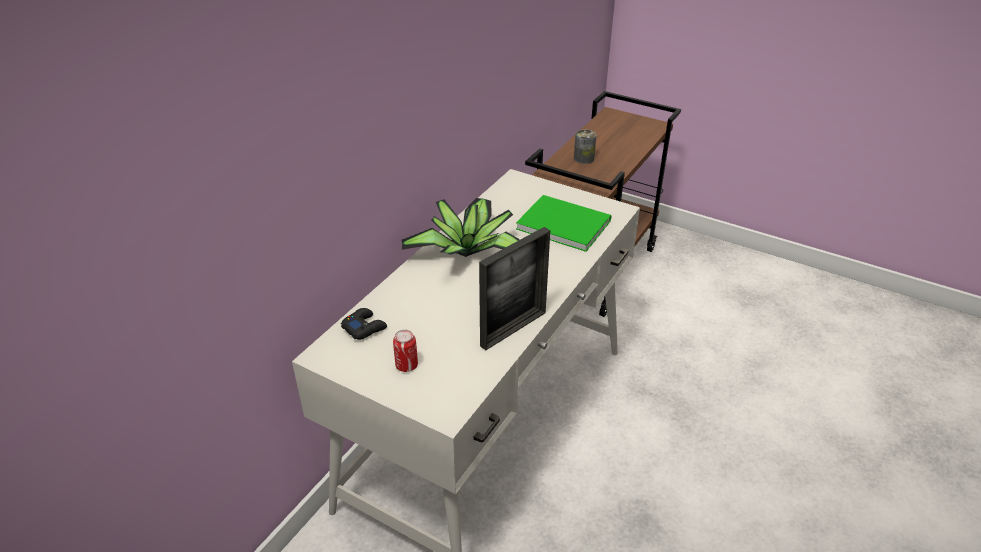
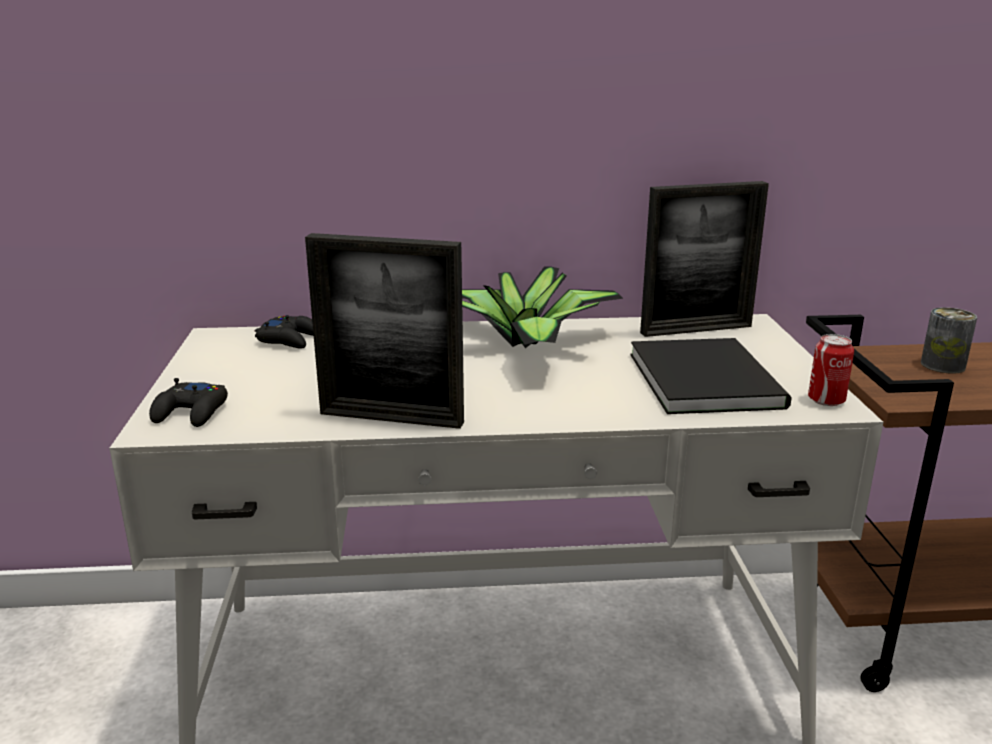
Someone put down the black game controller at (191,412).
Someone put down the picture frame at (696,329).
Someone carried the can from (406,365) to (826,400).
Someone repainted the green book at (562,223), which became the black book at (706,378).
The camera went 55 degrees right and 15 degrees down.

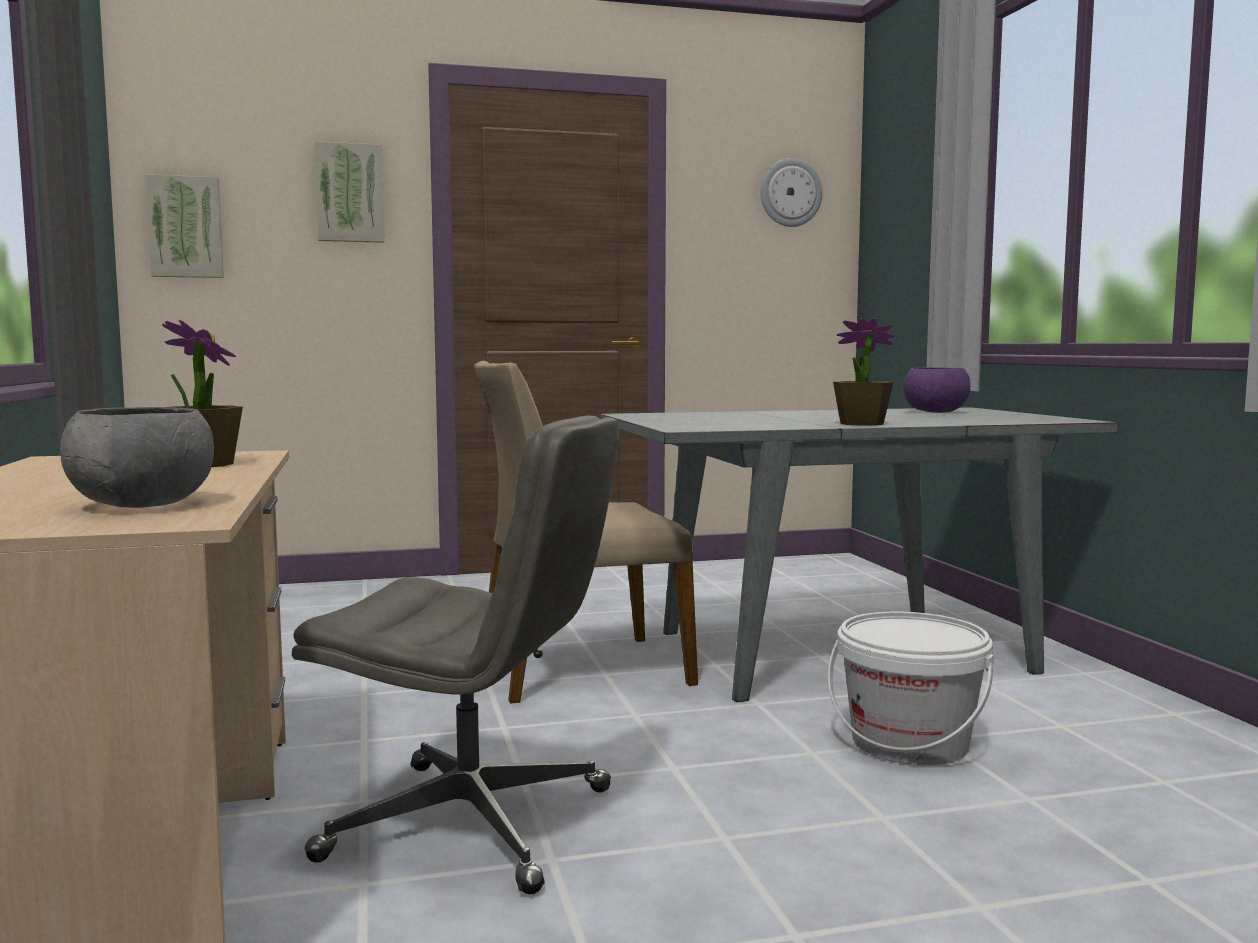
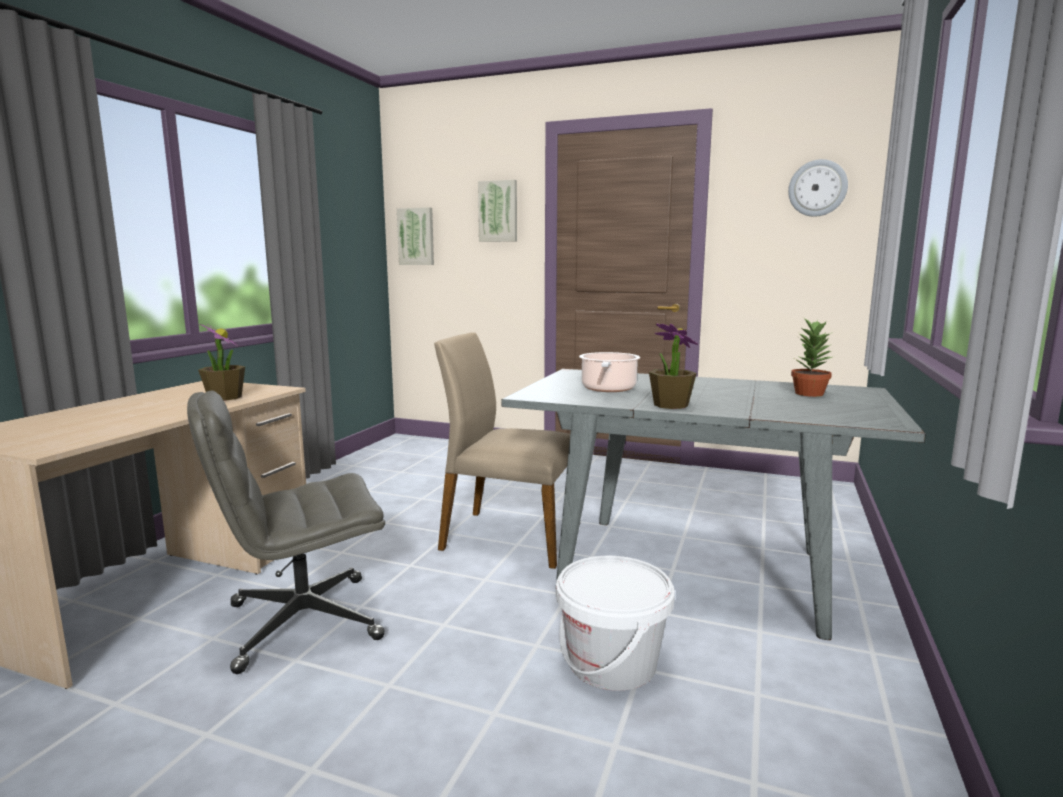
Someone took away the grey bowl at (141,505).
Someone put down the cooking pot at (608,389).
Someone swapped the purple bowl at (934,412) for the potted plant at (808,393).
Someone rotated the grey office chair at (474,824) by 105 degrees clockwise.
The camera went 35 degrees right and 5 degrees up.

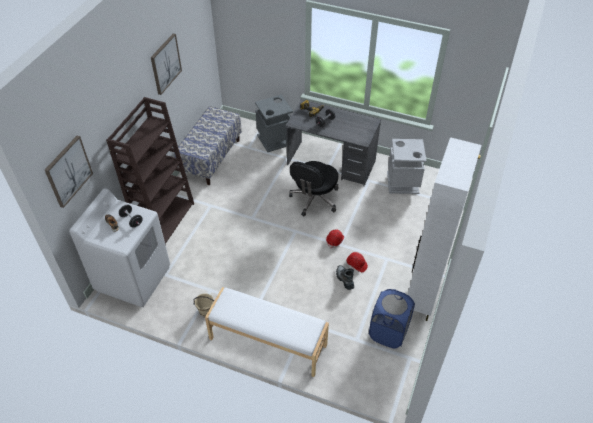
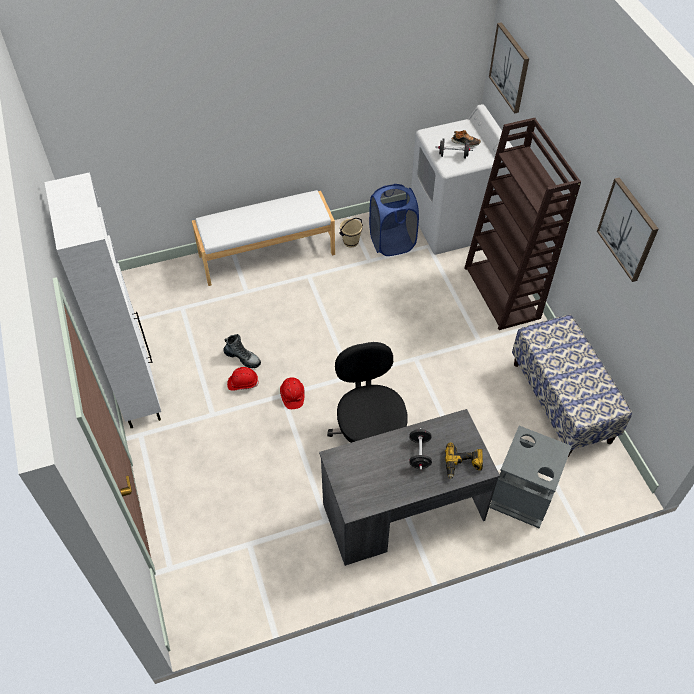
Someone took away the grey trash can at (403,183).
Someone carried the blue laundry basket from (388,333) to (392,242).
The camera went 140 degrees right and 5 degrees up.

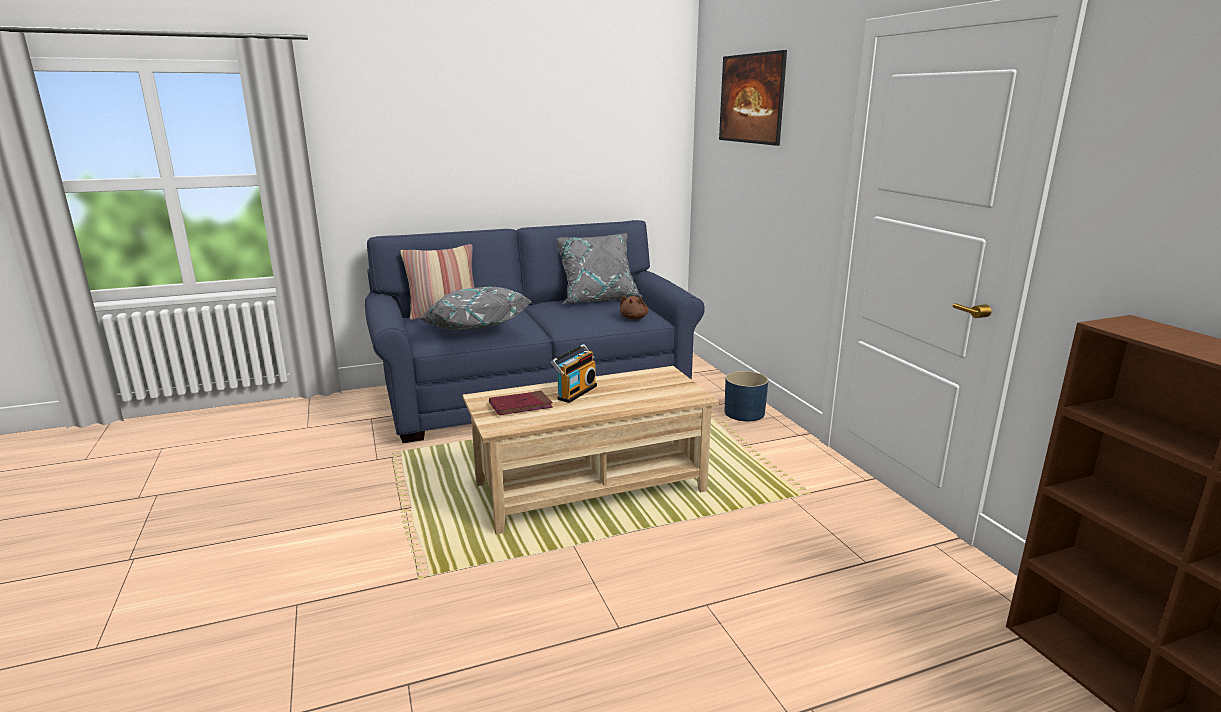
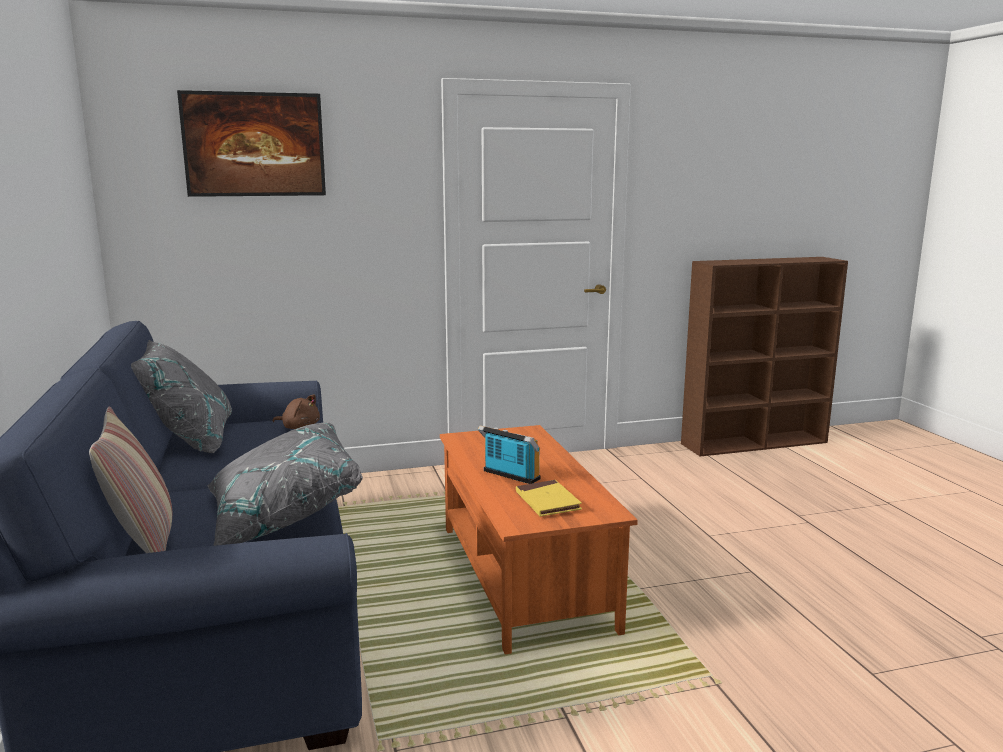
Someone took away the blue planter at (744,413).
Someone repainted the beige coffee table at (590,487), which became the orange coffee table at (523,576).
Someone repainted the red book at (520,406), which became the yellow book at (547,502).
The camera went 85 degrees left and 5 degrees down.

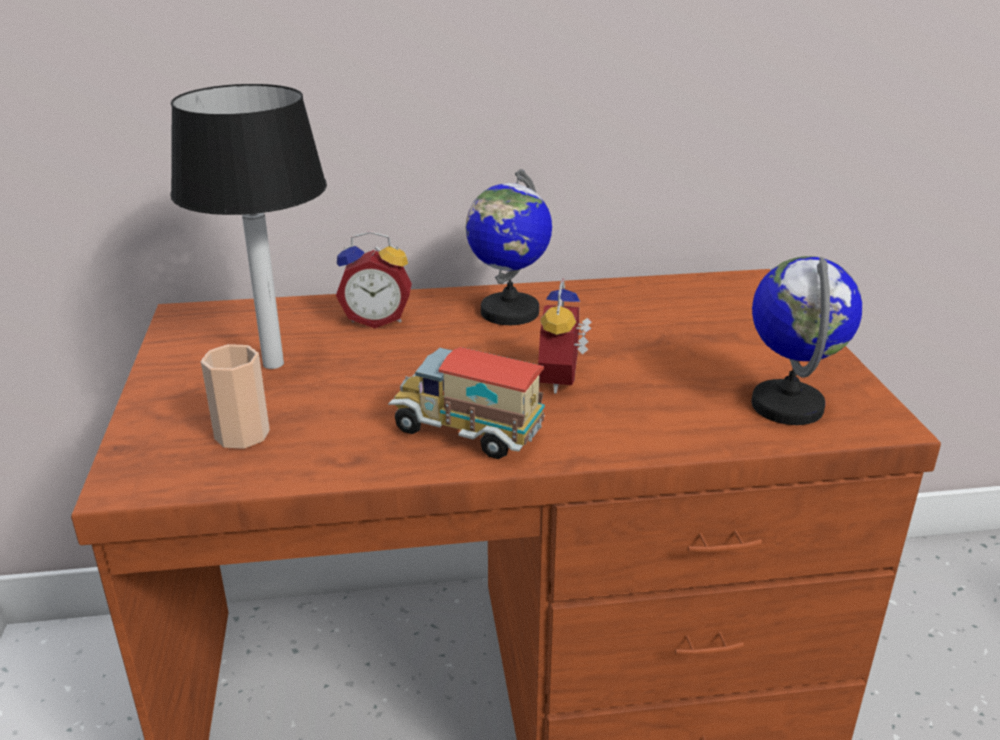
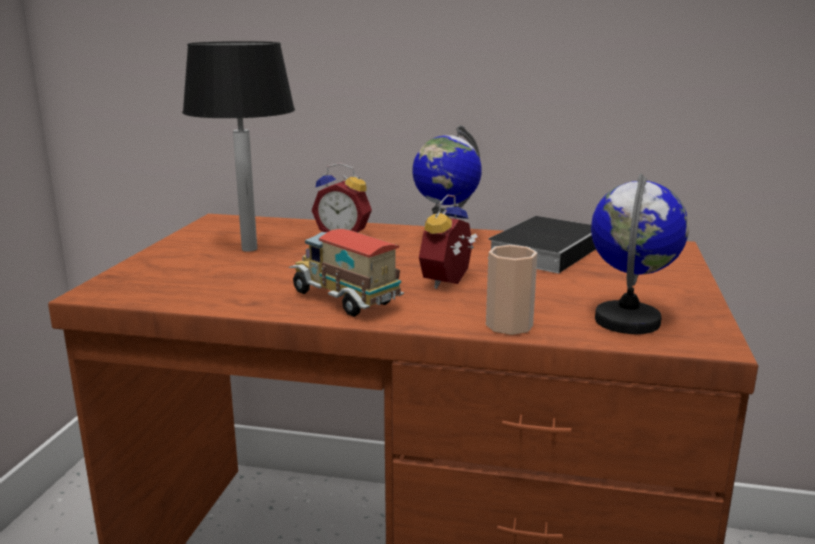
Someone put down the book at (546,250).
Someone carried the cup from (242,434) to (509,325).
The camera went 20 degrees right and 10 degrees down.

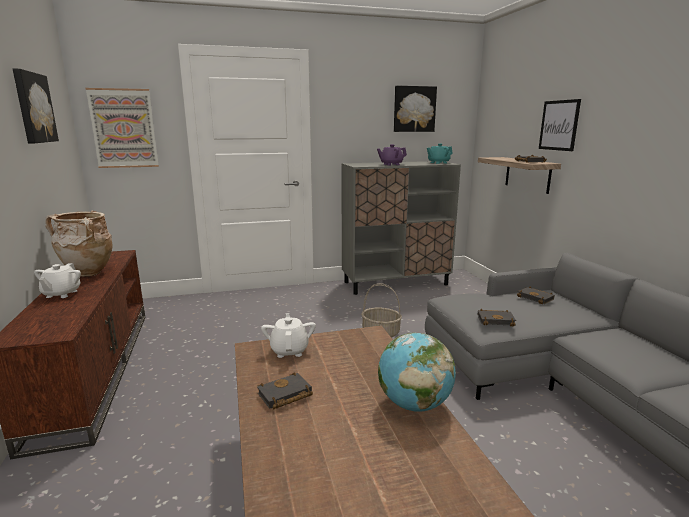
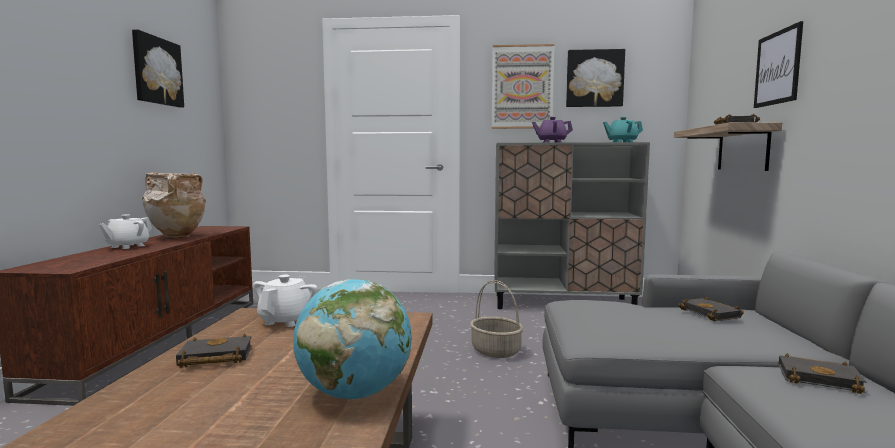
Someone carried the picture from (124,128) to (522,87).
Someone carried the black book from (496,320) to (820,378).
The camera went 20 degrees right and 10 degrees down.

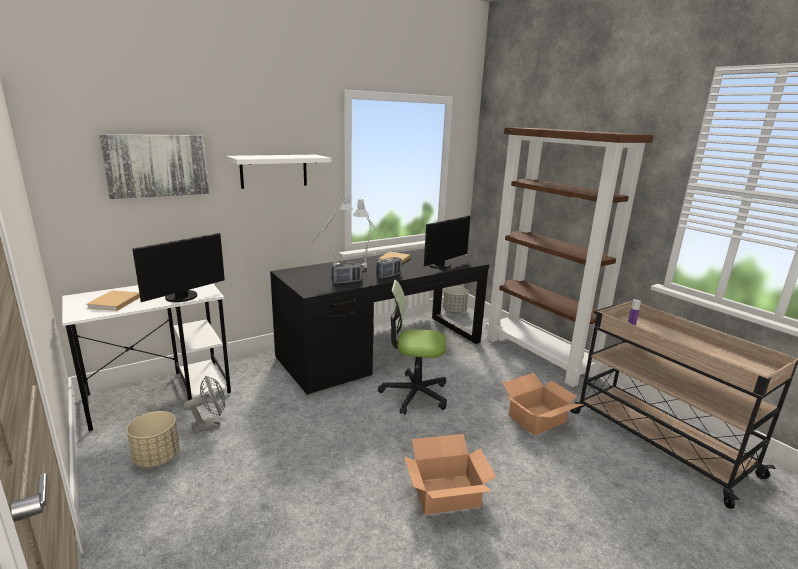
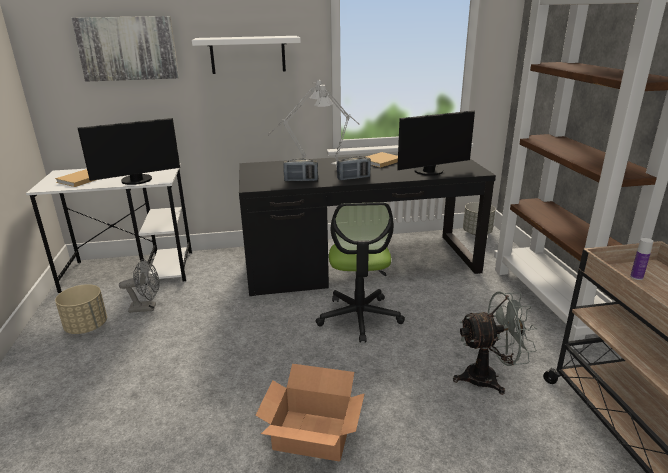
Someone swapped the cardboard box at (536,419) for the grey fan at (489,377).
Someone rotated the office chair at (414,394) by 120 degrees counterclockwise.
The camera went 25 degrees right and 5 degrees up.

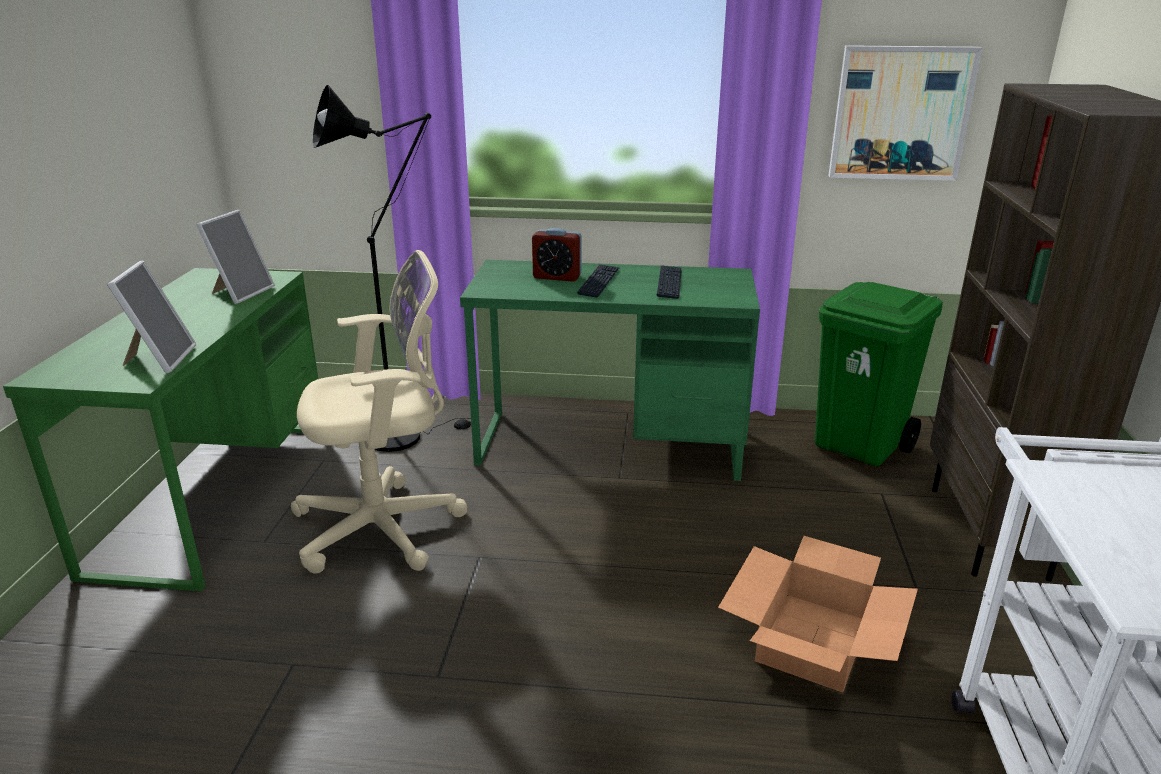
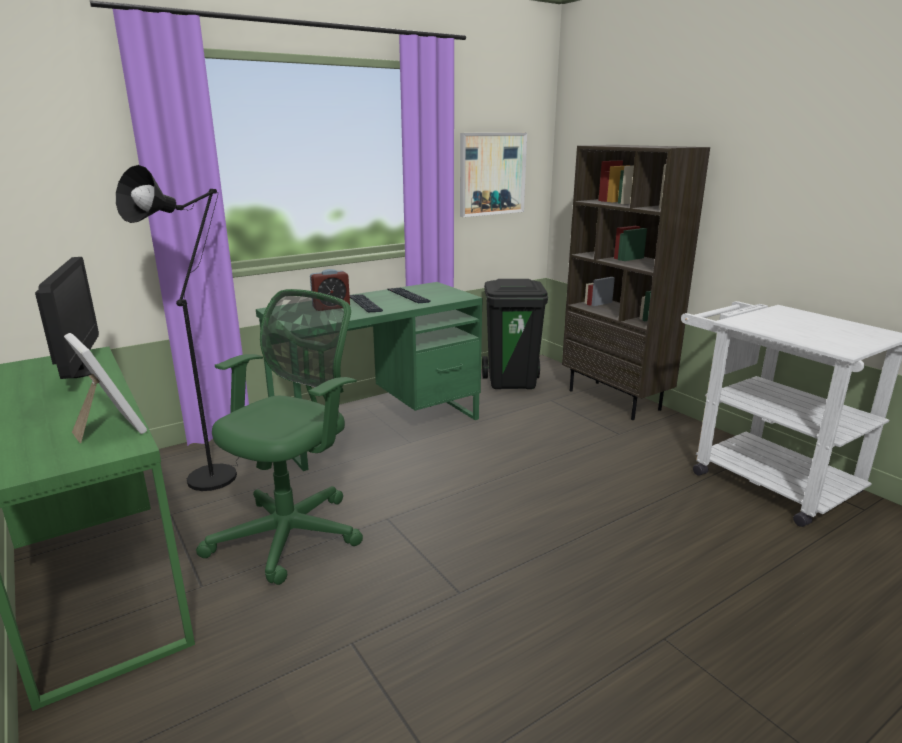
Someone took away the cardboard box at (812,640).
Someone swapped the picture frame at (241,293) for the monitor at (80,371).
Someone repainted the beige office chair at (386,527), which became the green office chair at (293,532).
Someone repainted the green trash can at (860,446), which became the black trash can at (512,382).
The camera went 40 degrees left and 5 degrees down.

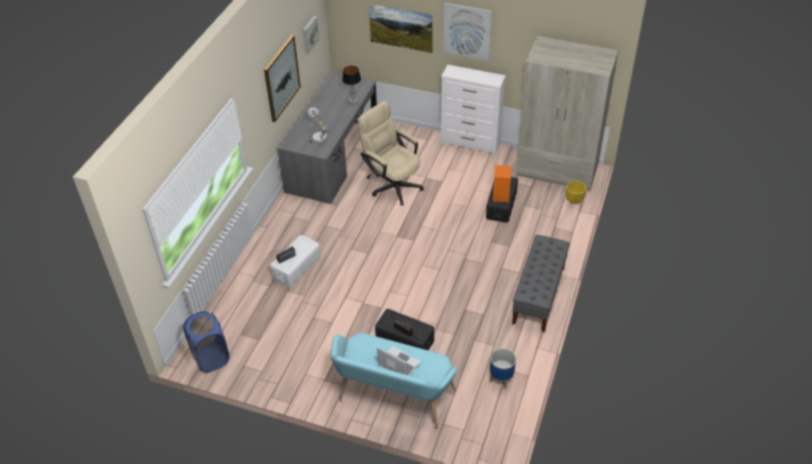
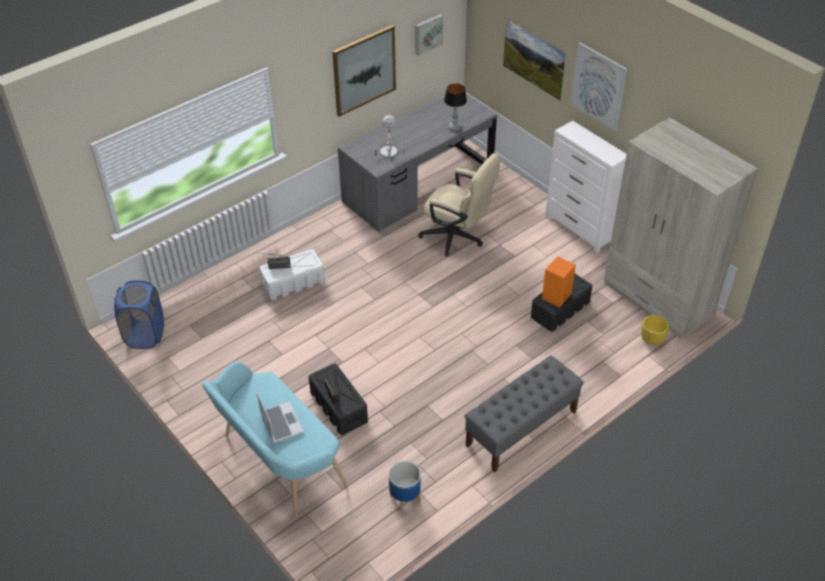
Someone rotated the beige office chair at (392,184) by 135 degrees clockwise.
The camera went 30 degrees right and 0 degrees up.

